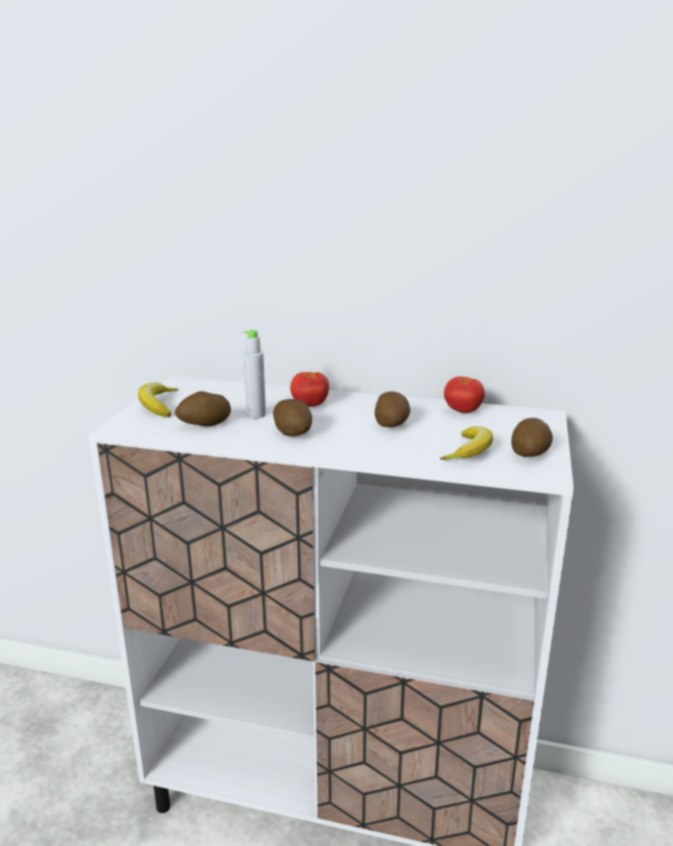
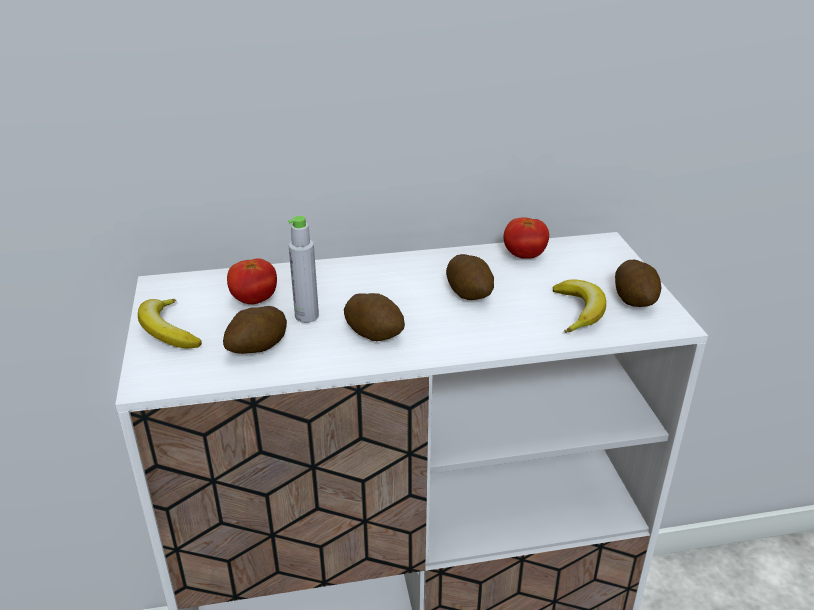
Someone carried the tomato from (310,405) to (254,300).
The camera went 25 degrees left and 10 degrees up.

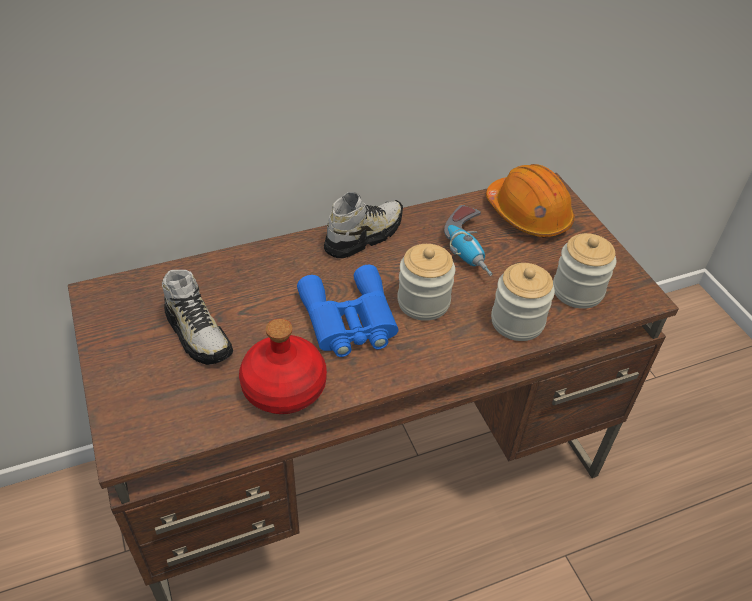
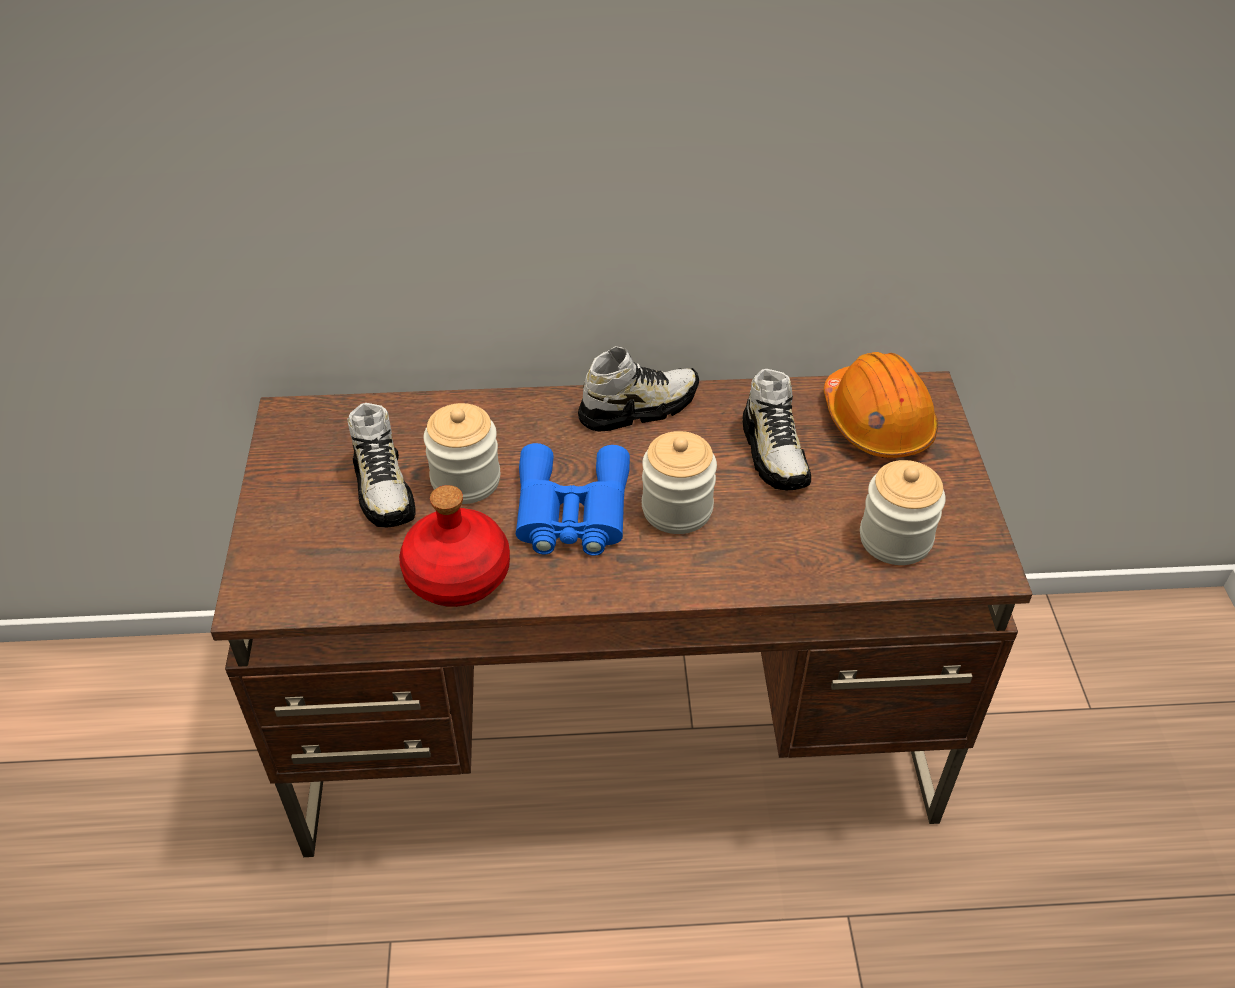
Someone carried the jar from (517,322) to (466,480).
Someone swapped the power drill at (471,249) for the shoe at (774,453).
The camera went 20 degrees right and 0 degrees up.

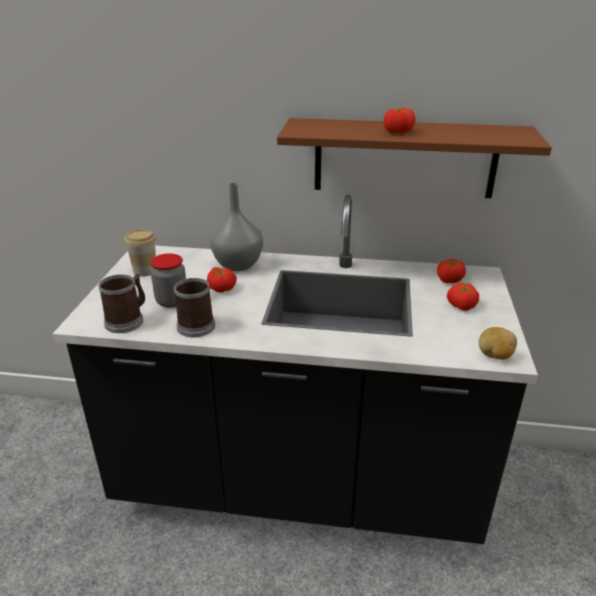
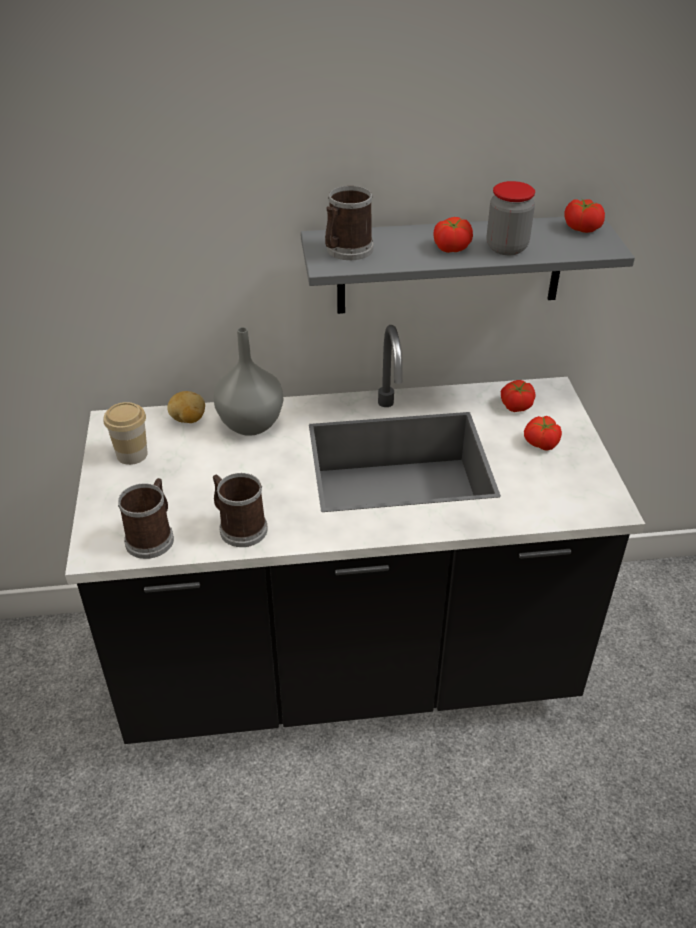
Someone put down the mug at (346,251).
Someone carried the jar from (172,301) to (506,248).
Someone carried the tomato from (222,288) to (582,227).
Someone carried the potato from (495,356) to (188,420).
Someone repainted the brown shelf at (404,158), which became the grey shelf at (450,265).
The camera went 15 degrees left and 10 degrees up.

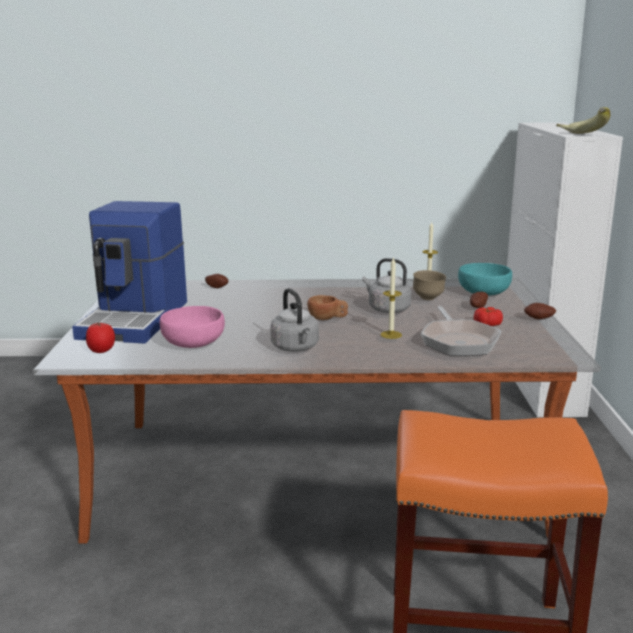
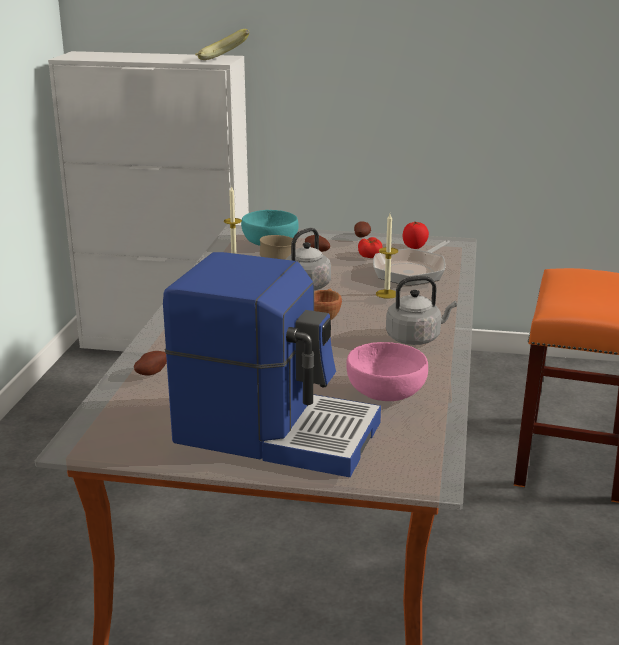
Someone carried the tomato from (102,351) to (415,247).
Someone rotated the frying pan at (458,341) by 120 degrees clockwise.
The camera went 80 degrees left and 5 degrees up.

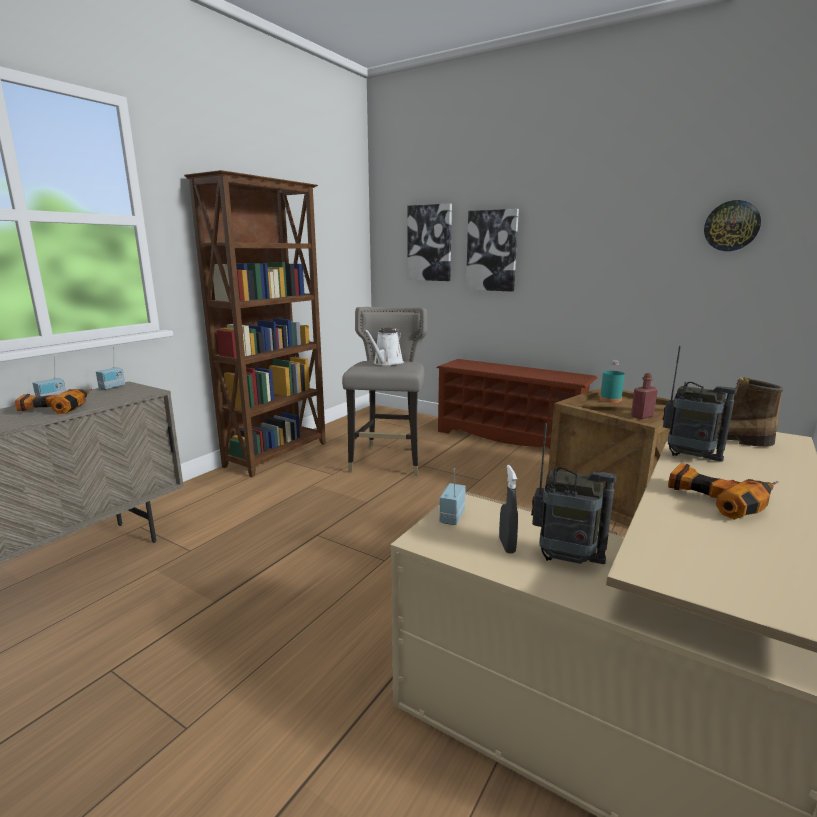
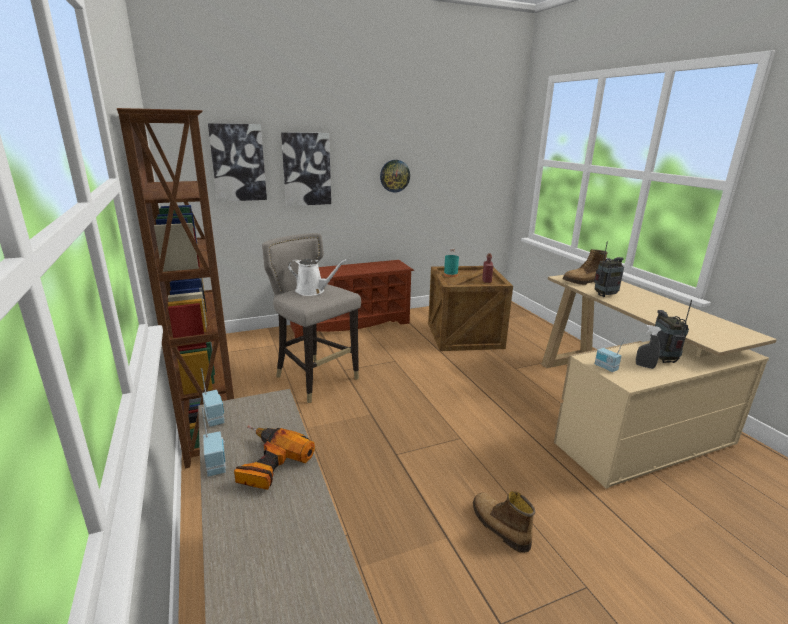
Someone took away the power drill at (718,497).
Someone put down the boot at (499,526).
Someone carried the wall clock from (731,226) to (394,176).
Someone rotated the white watering can at (386,363) by 45 degrees counterclockwise.
Someone rotated the radio at (565,559) by 60 degrees counterclockwise.
The camera went 55 degrees left and 5 degrees up.

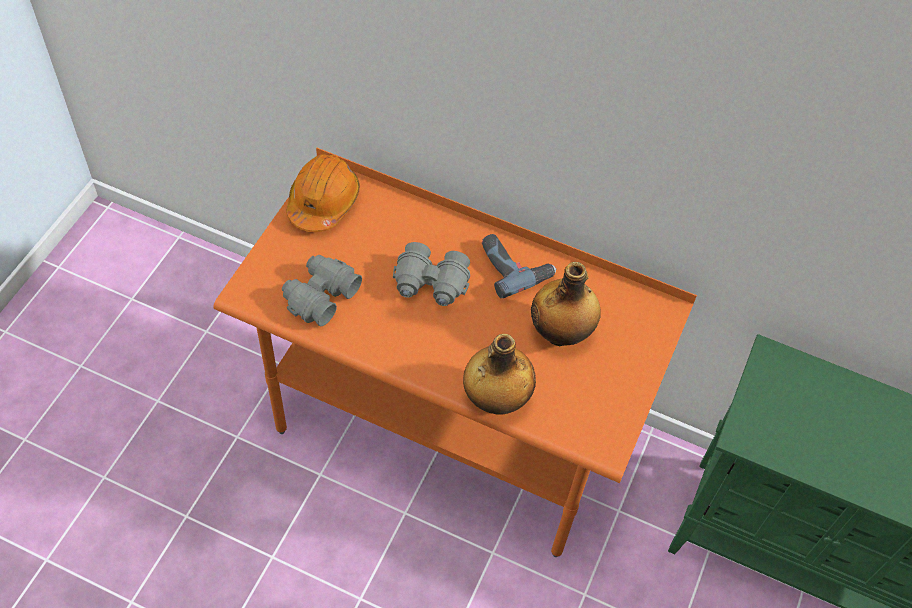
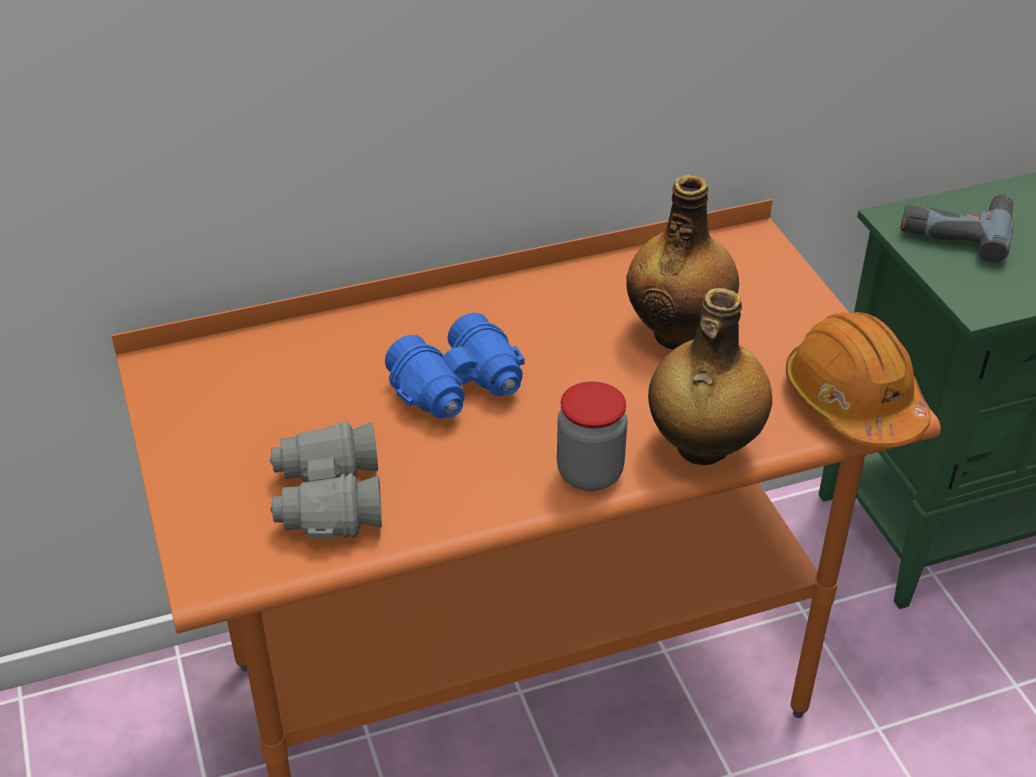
Someone put down the jar at (590,473).
Someone carried the orange hard hat from (323,202) to (853,402).
Someone carried the power drill from (514,265) to (956,229).
Someone repainted the grey binoculars at (431,284), which became the blue binoculars at (460,388).
The camera went 40 degrees left and 15 degrees down.

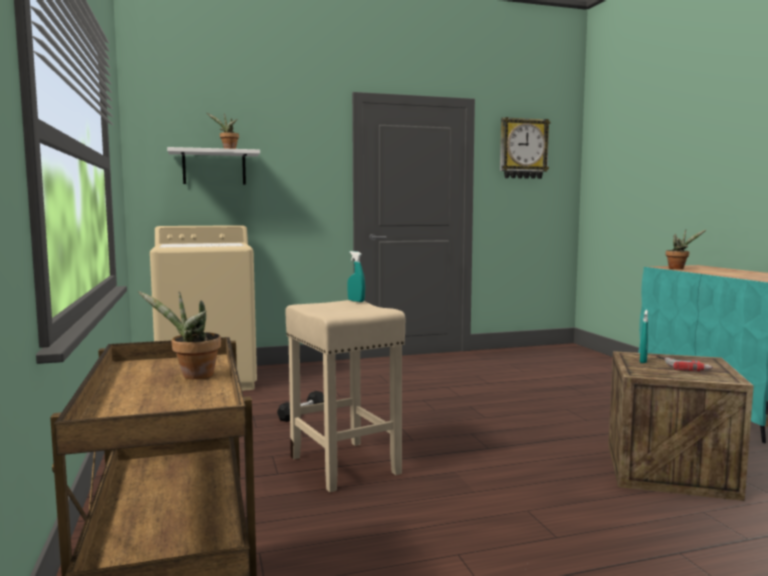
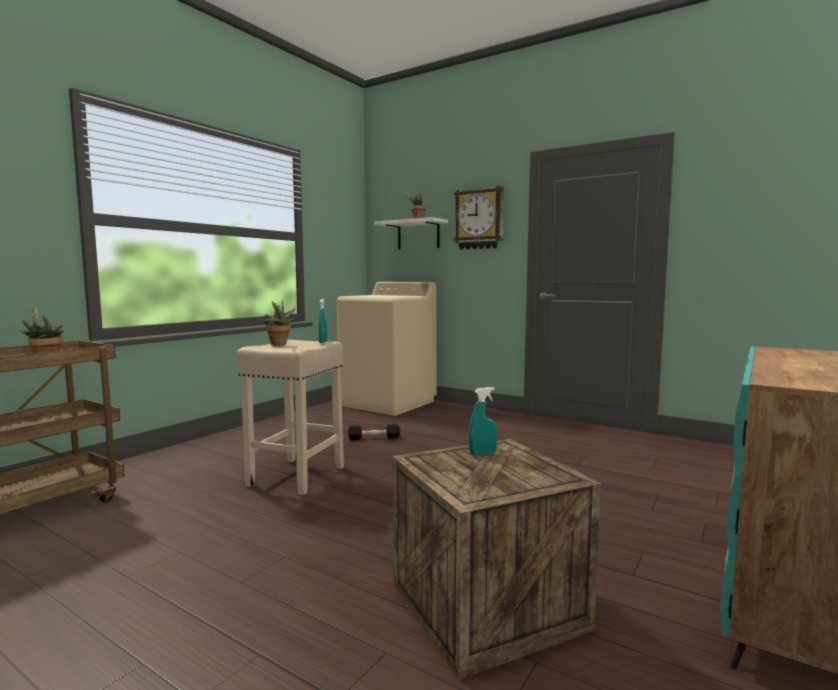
Someone took away the power drill at (683,366).
Someone carried the wall clock from (523,148) to (479,219).
Someone carried the potted plant from (678,268) to (279,344).
The camera went 50 degrees right and 0 degrees up.

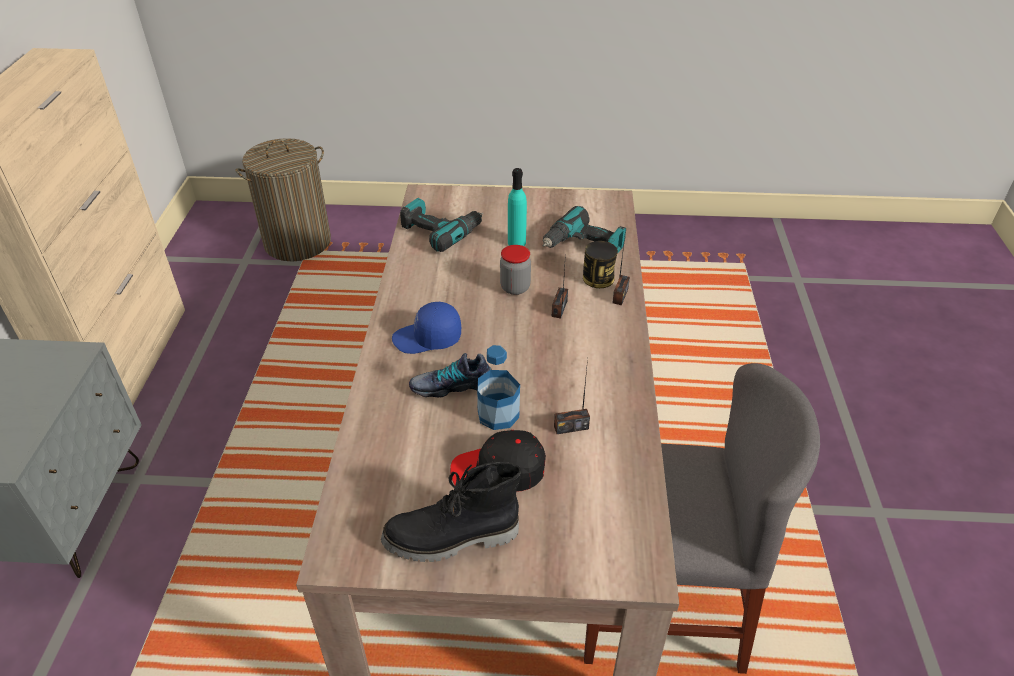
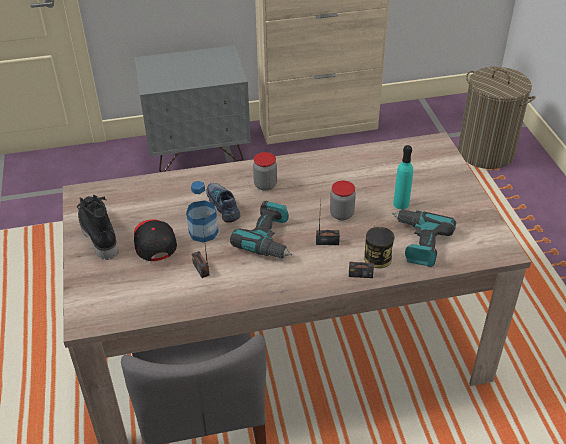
Someone carried the power drill from (440,231) to (269,239).
Someone swapped the blue cap at (427,339) for the jar at (265,185).
The camera went 75 degrees right and 0 degrees up.

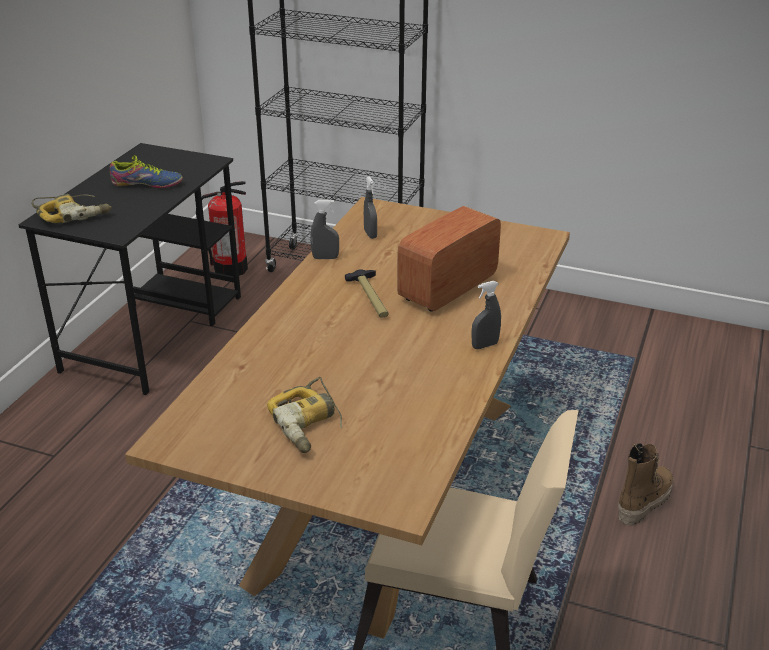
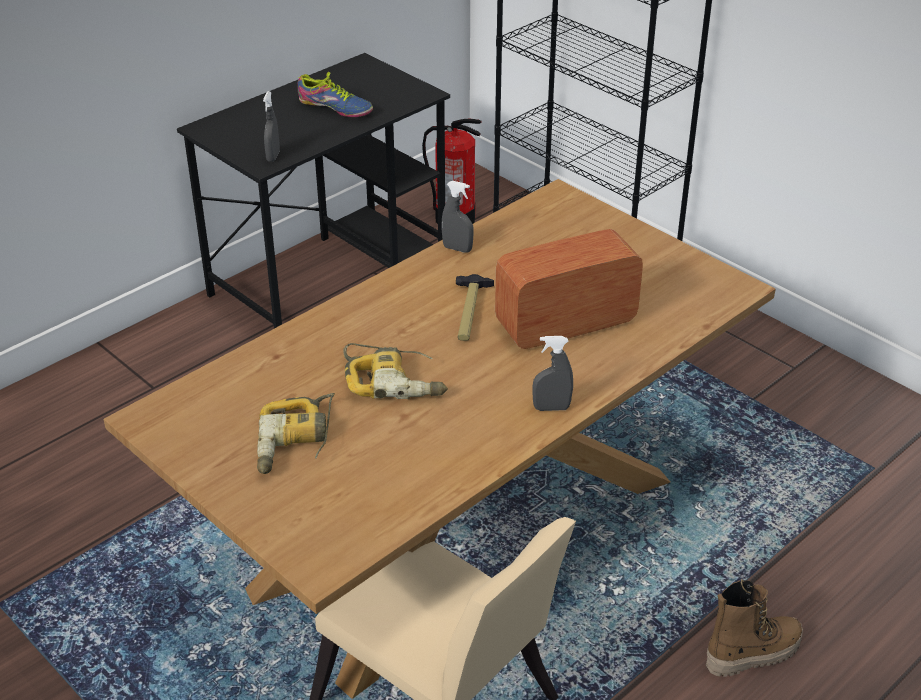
Someone carried the power drill from (73,214) to (394,381).
Someone carried the grey spray bottle from (370,234) to (273,156).
The camera went 25 degrees right and 5 degrees up.

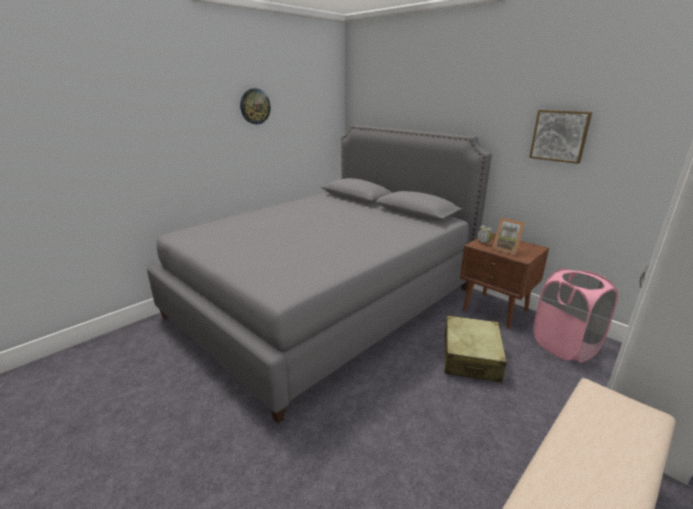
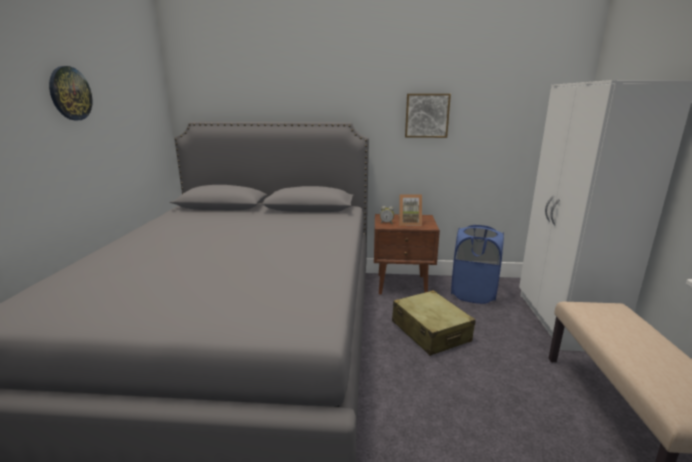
Someone repainted the pink laundry basket at (564,346), which became the blue laundry basket at (473,293).
The camera went 40 degrees left and 5 degrees down.

